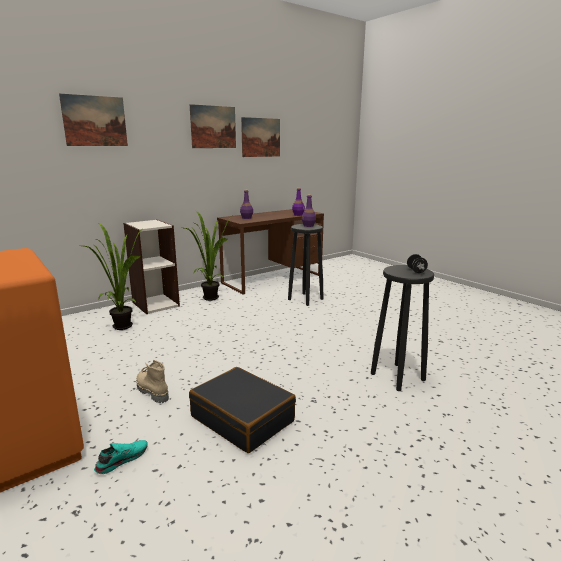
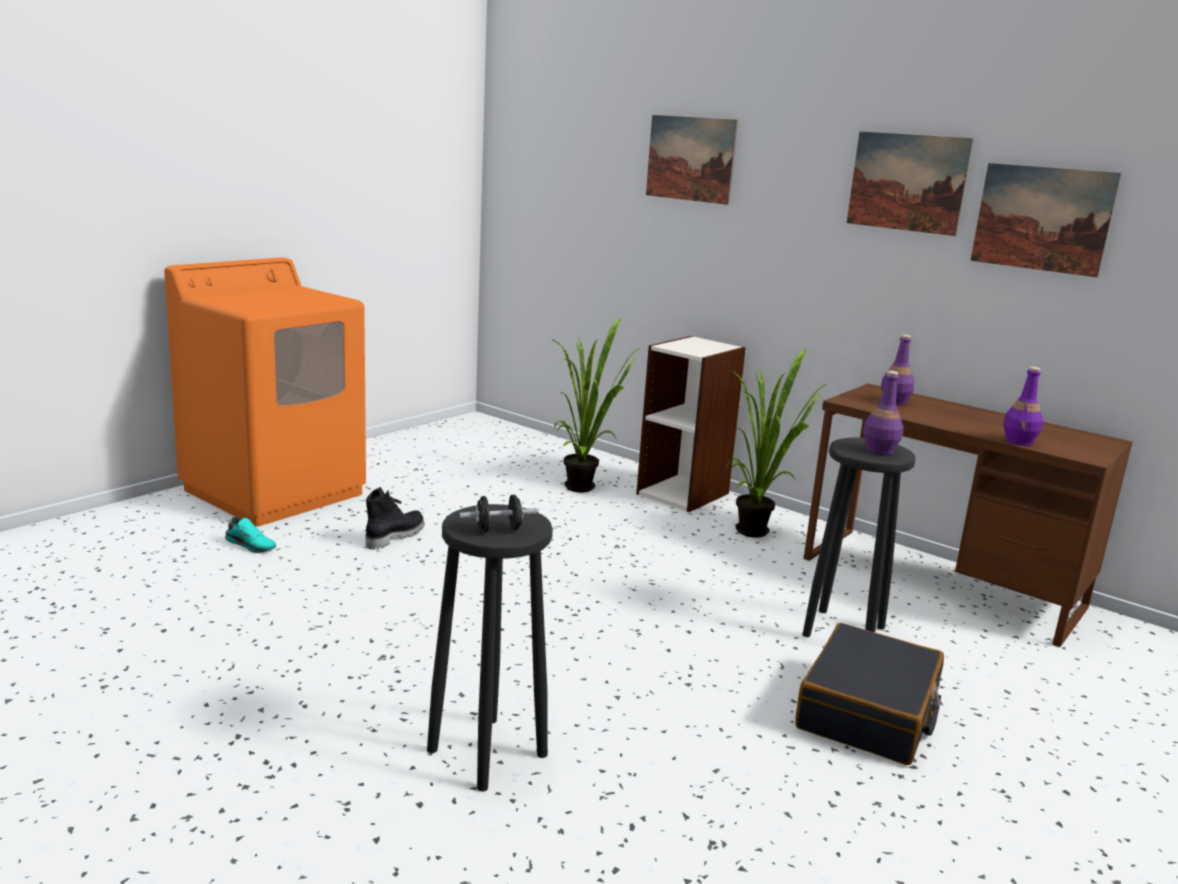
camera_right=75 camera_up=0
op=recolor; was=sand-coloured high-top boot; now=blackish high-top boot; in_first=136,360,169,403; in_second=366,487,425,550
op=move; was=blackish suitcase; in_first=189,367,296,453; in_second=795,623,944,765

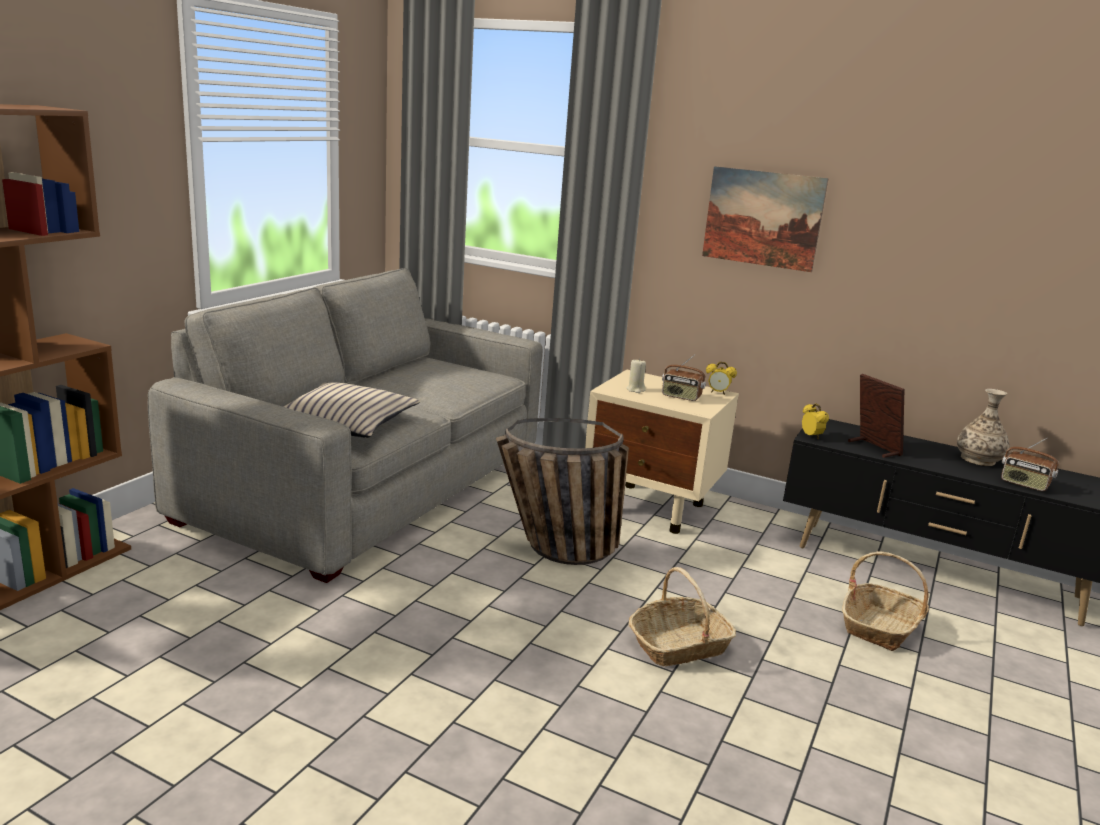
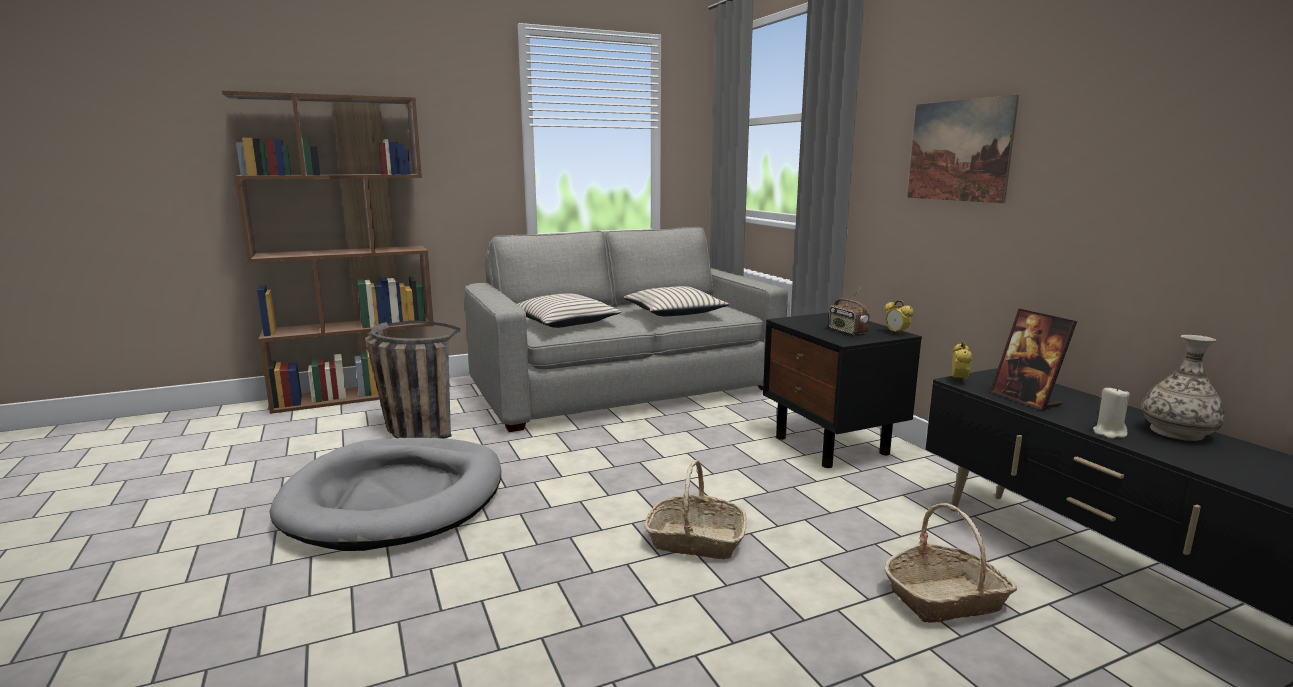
camera_right=40 camera_up=-5
op=move; was=sand-coloured wax light; in_first=627,358,646,393; in_second=1093,386,1130,439
op=recolor; was=sand-coloured night table; now=blackish night table; in_first=585,369,739,534; in_second=763,313,922,468
op=rotate; was=picture frame; in_first=848,374,904,458; in_second=990,309,1077,410; clockwise=150
op=move; was=household basket; in_first=496,418,629,565; in_second=365,321,460,439
op=delete; was=radio receiver; in_first=1001,437,1059,491
op=insert; now=sand-coloured cushion; in_second=624,286,730,316
op=insert; now=greyish dog bed; in_second=270,438,501,551

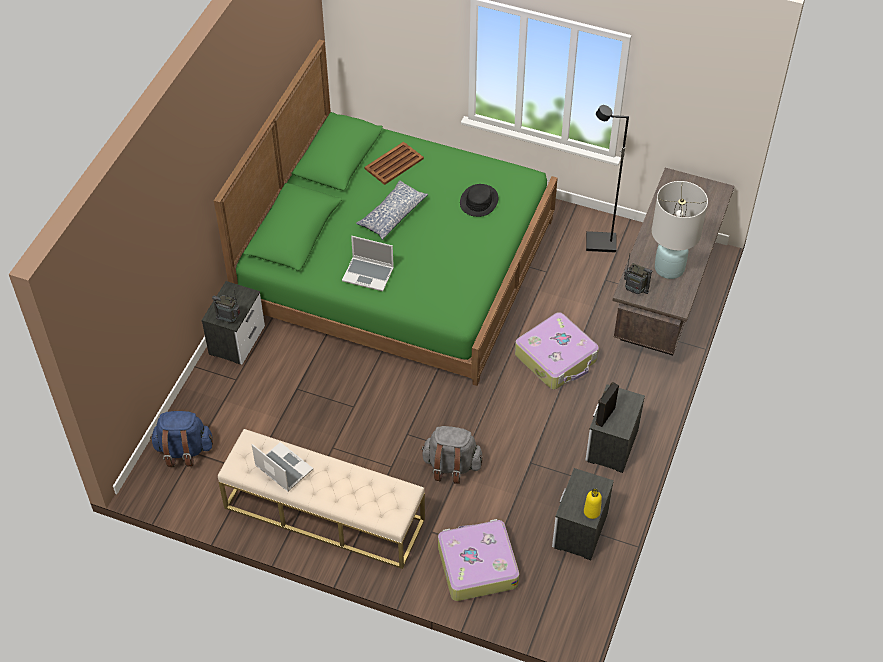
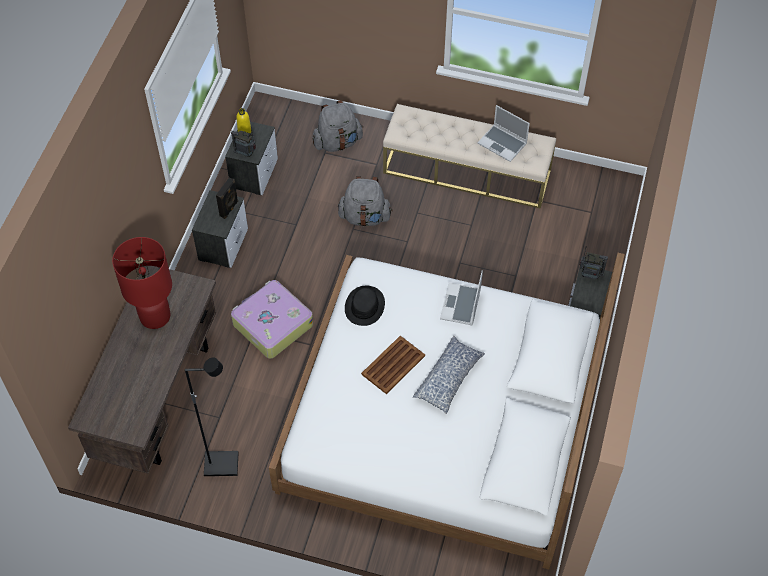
camera_right=175 camera_up=5
op=recolor; was=green bedroom bed; now=white bedroom bed; in_first=214,39,558,386; in_second=269,253,625,569
op=move; was=brownish serving tray; in_first=365,142,424,185; in_second=361,336,425,394
op=recolor; was=white tabletop lamp; now=red tabletop lamp; in_first=651,181,708,279; in_second=112,237,172,329
op=move; was=blackish hat; in_first=460,184,498,217; in_second=345,286,385,326
op=rotate; was=notebook computer; in_first=342,236,394,291; in_second=440,270,483,326; clockwise=-90
op=move; was=radio receiver; in_first=624,254,652,294; in_second=231,127,256,157
op=delete; was=blue-coloured backpack; in_first=150,411,213,467
op=replace; was=suitcase; now=greyish backpack; in_first=438,519,519,601; in_second=312,100,363,152

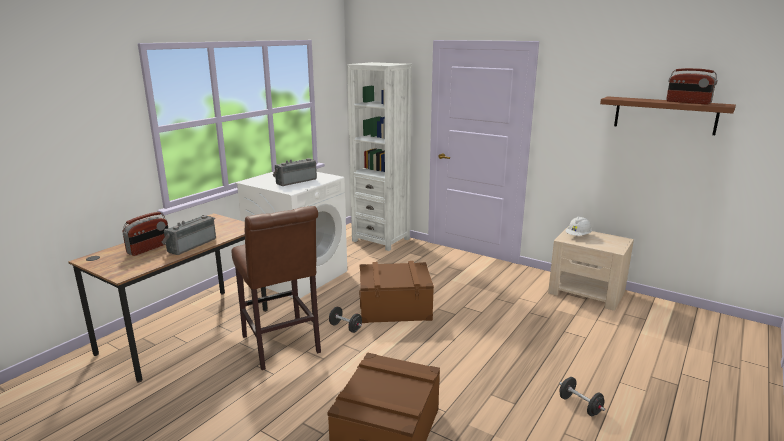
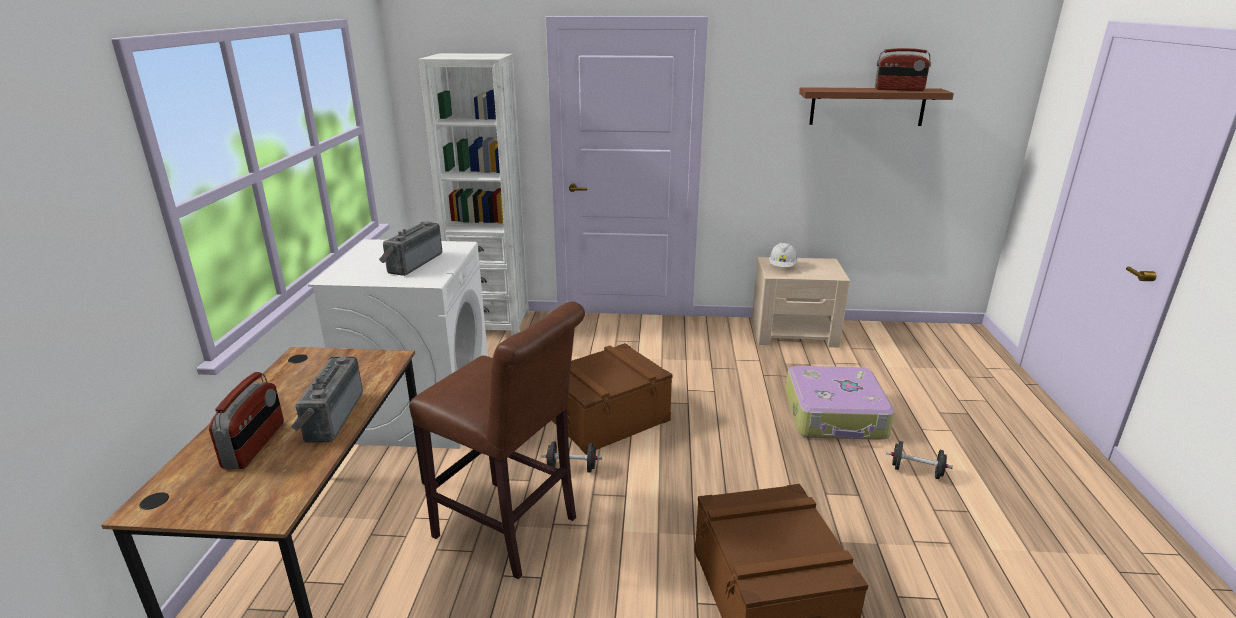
camera_right=-30 camera_up=5
op=insert; now=suitcase; in_second=785,366,895,440

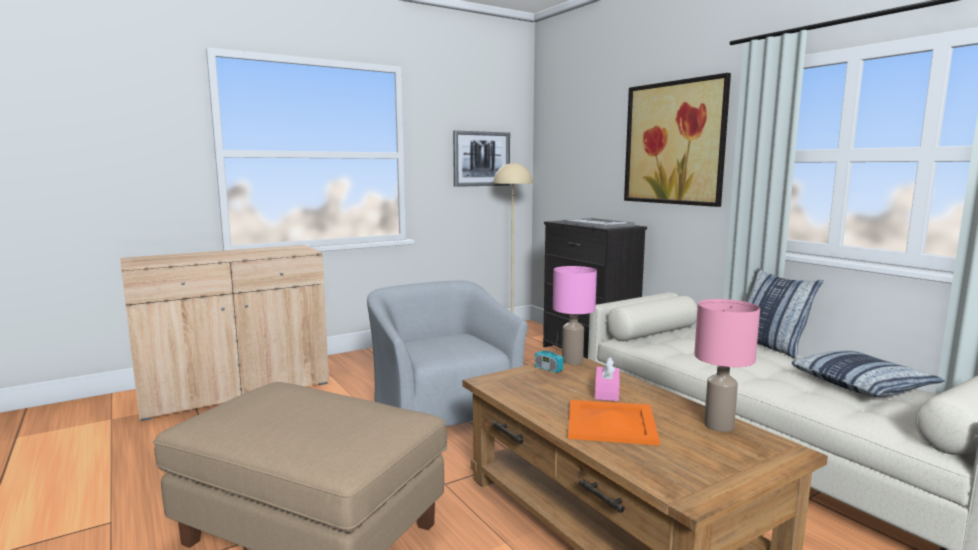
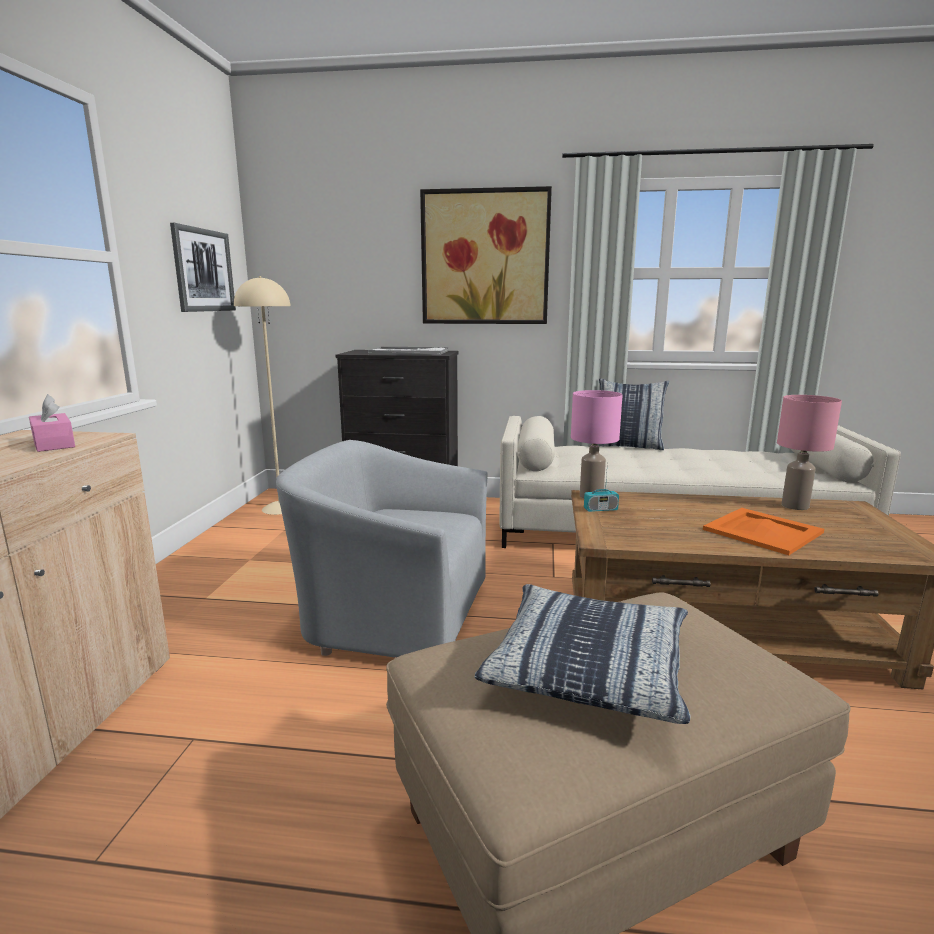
camera_right=-50 camera_up=5
op=move; was=cushion; in_first=792,350,945,397; in_second=475,584,690,724
op=move; was=pink tissue holder; in_first=595,357,620,401; in_second=29,394,75,452

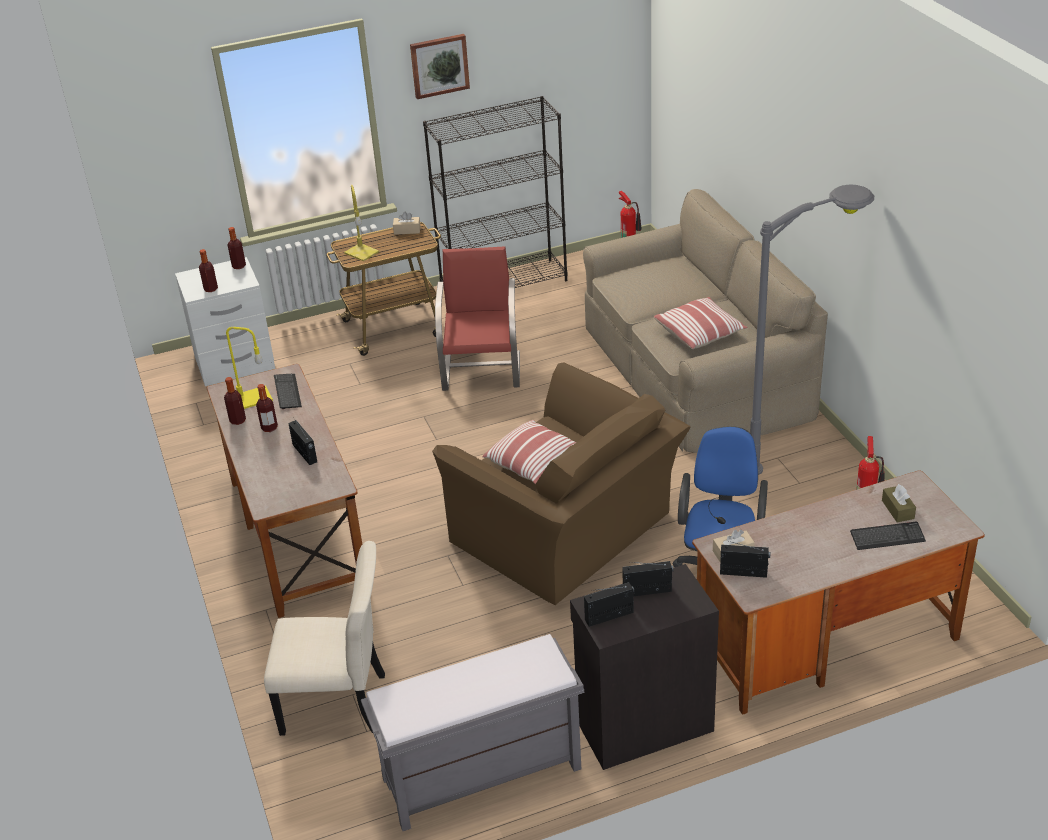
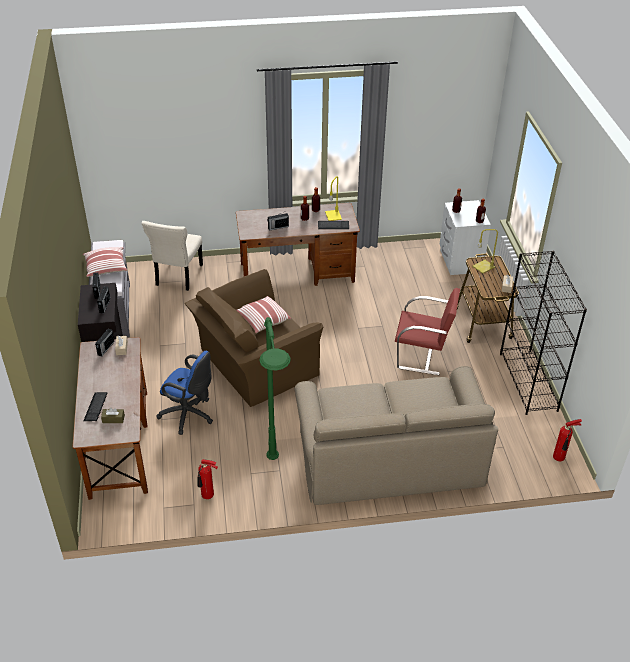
camera_right=100 camera_up=5
op=delete; was=wall art; in_first=410,34,470,99
op=recolor; was=greyish floor lamp; now=green floor lamp; in_first=750,184,874,475; in_second=259,317,291,460
op=move; was=cushion; in_first=654,297,747,349; in_second=83,247,127,277

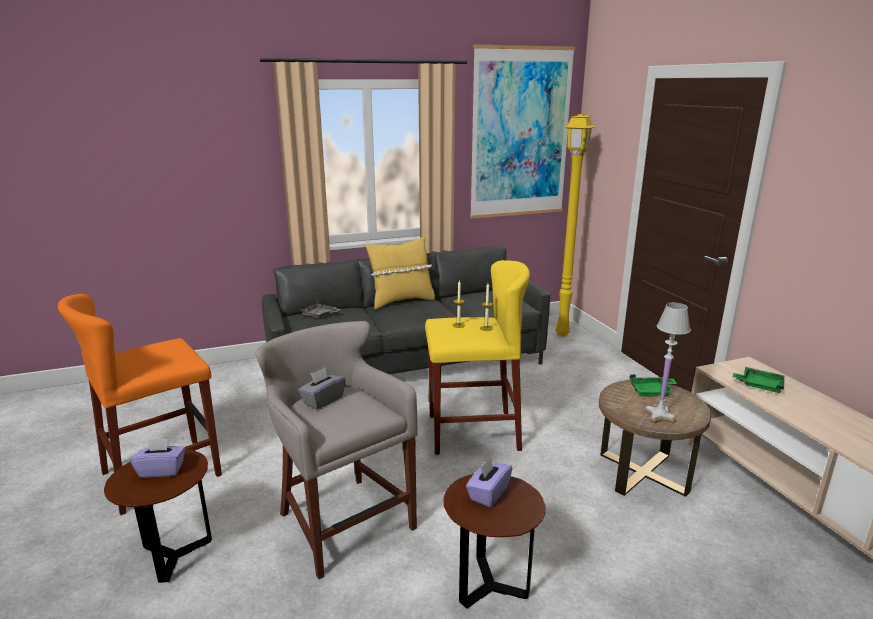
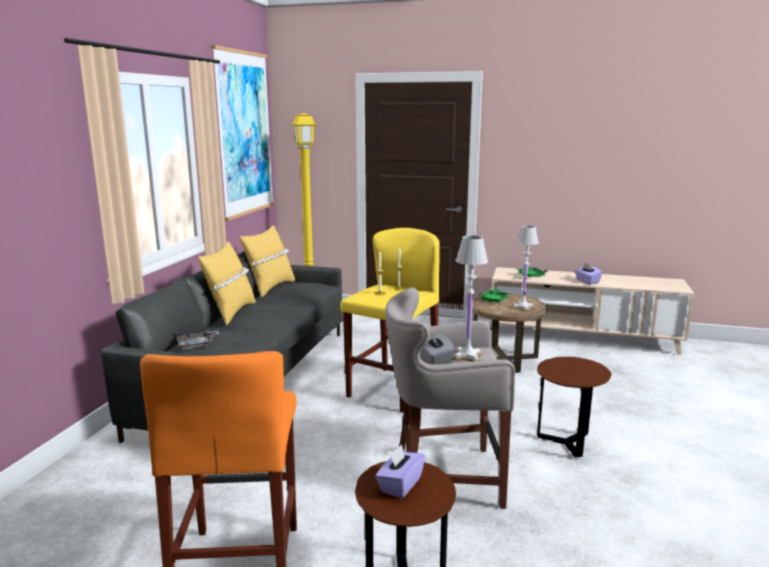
camera_right=-55 camera_up=-5
op=move; was=purplish tissue holder; in_first=466,457,512,507; in_second=575,263,603,284
op=insert; now=yellowish cushion; in_second=240,226,295,298
op=insert; now=white tabletop lamp; in_second=453,235,488,362

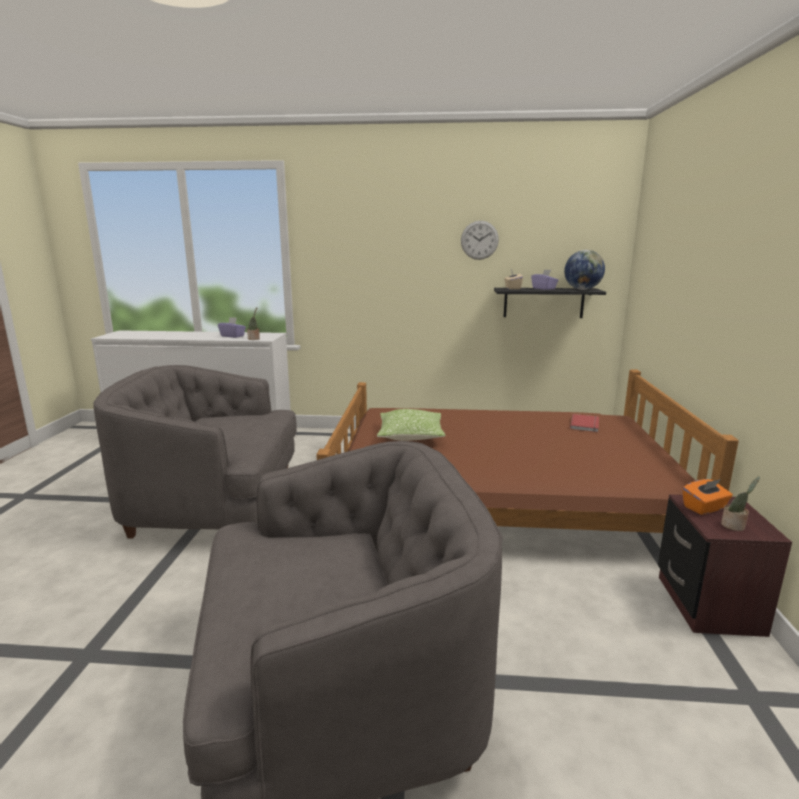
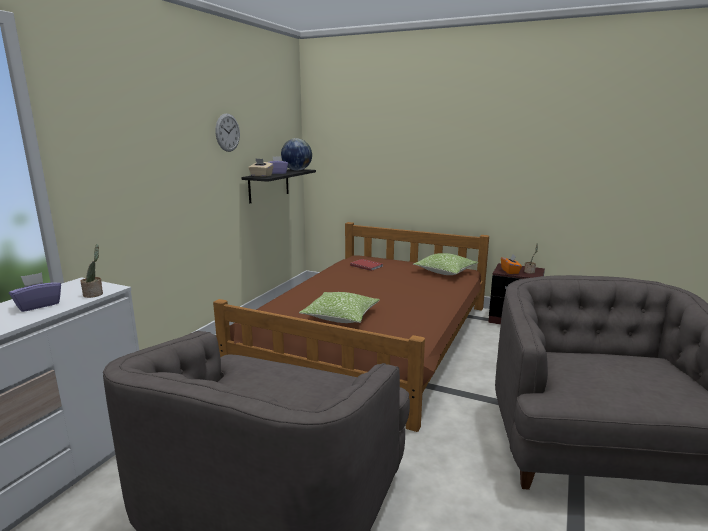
camera_right=-70 camera_up=0
op=insert; now=cushion; in_second=413,253,478,275

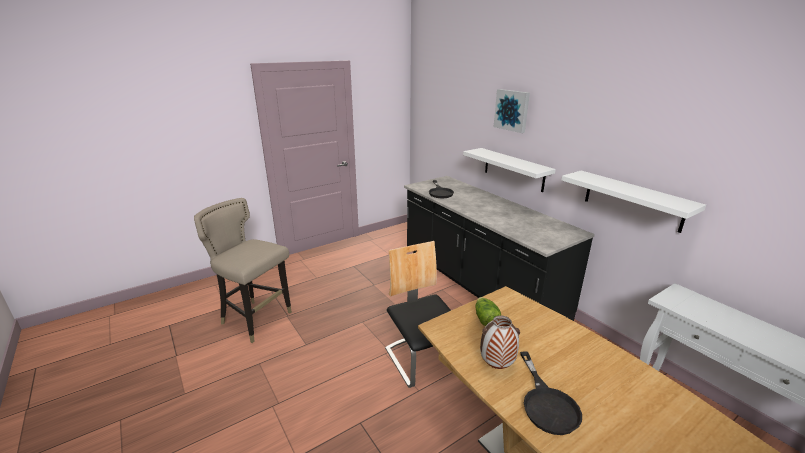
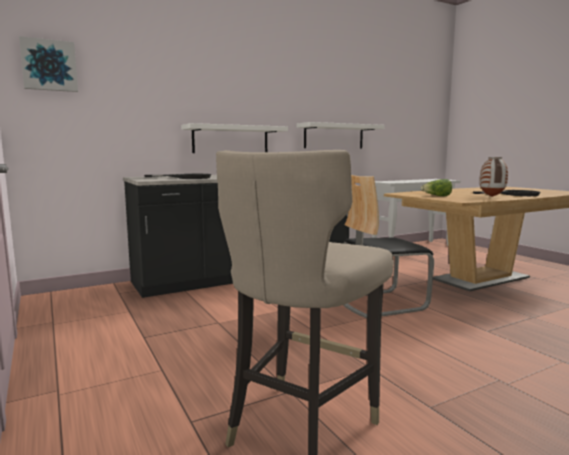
camera_right=-85 camera_up=-15
op=move; was=wall art; in_first=494,89,530,133; in_second=19,36,78,92

